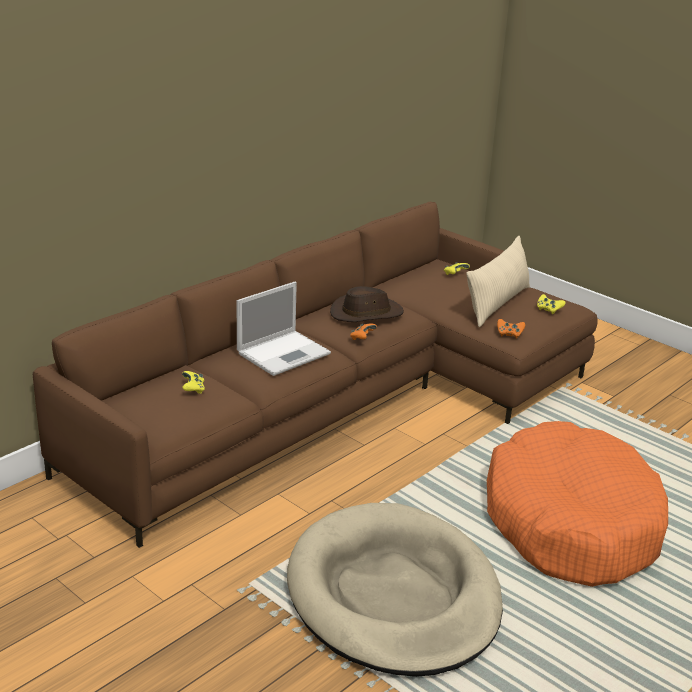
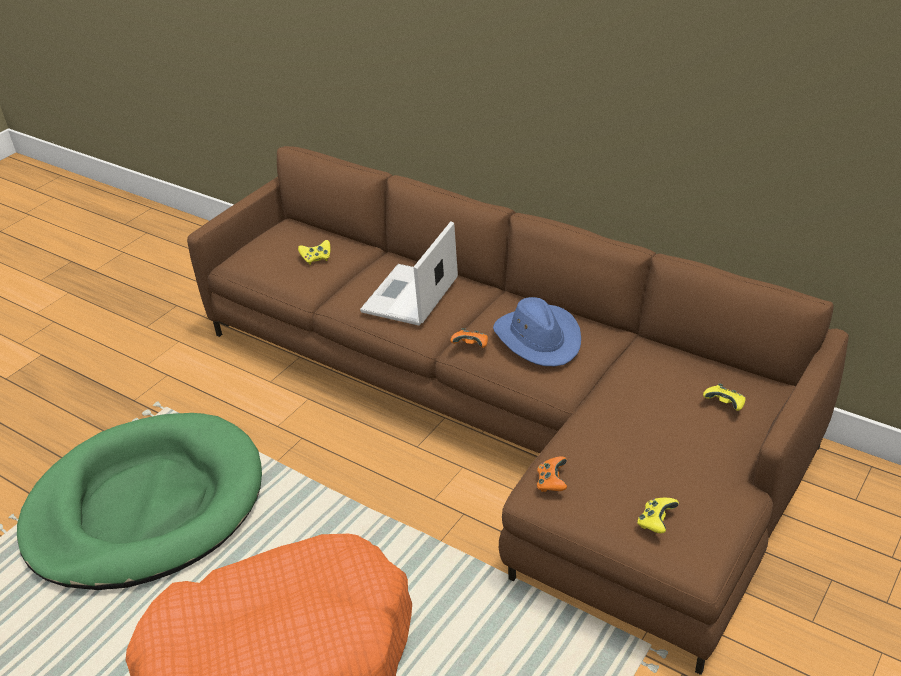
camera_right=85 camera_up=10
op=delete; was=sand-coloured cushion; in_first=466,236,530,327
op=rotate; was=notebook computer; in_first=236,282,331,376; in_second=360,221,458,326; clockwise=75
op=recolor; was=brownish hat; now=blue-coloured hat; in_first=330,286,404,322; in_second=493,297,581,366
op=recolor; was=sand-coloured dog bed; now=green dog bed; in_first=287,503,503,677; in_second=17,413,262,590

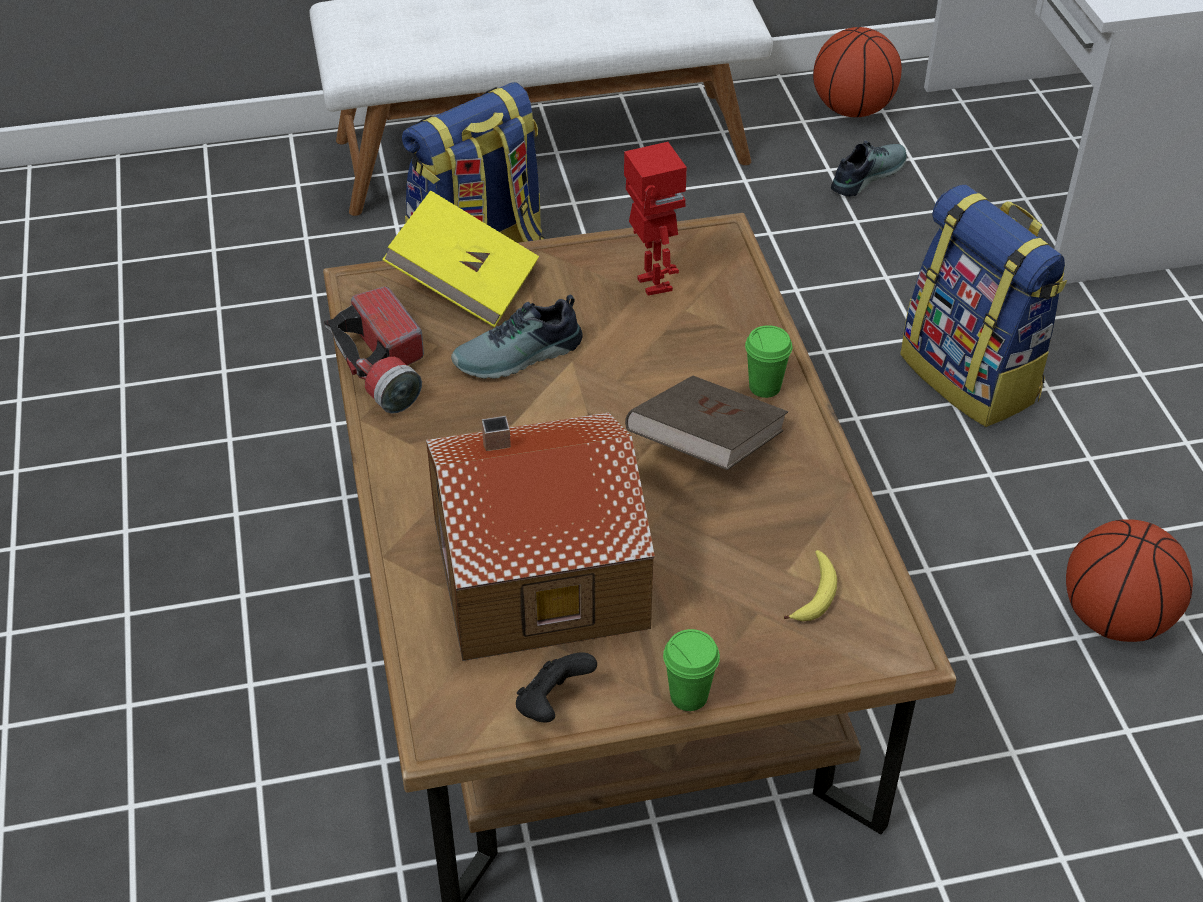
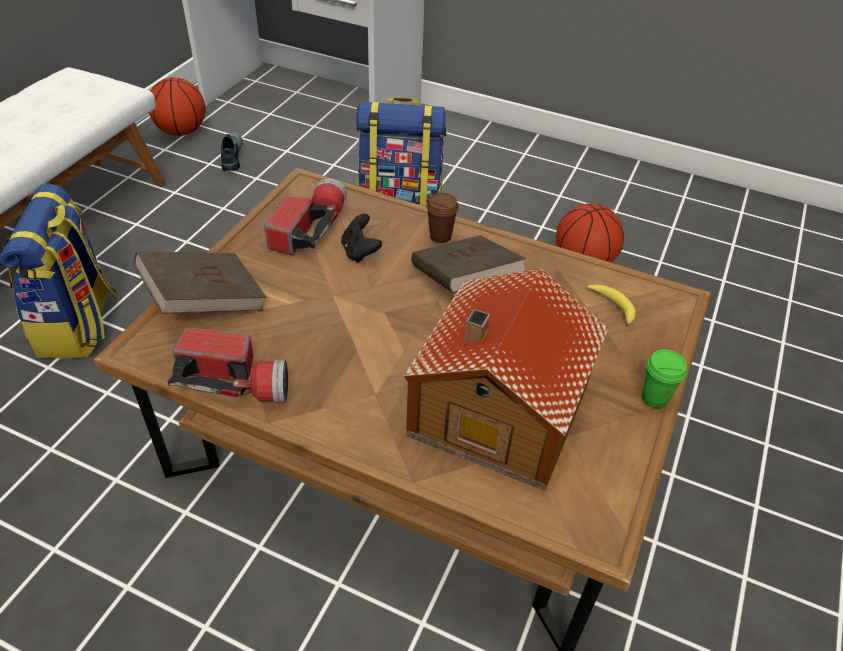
camera_right=-55 camera_up=0
op=replace; was=robot figure; now=torch; in_first=624,142,687,295; in_second=264,179,347,255
op=recolor; was=yellowish book; now=brownish book; in_first=382,191,539,327; in_second=134,251,267,314
op=delete; was=item of footwear; in_first=451,295,582,379
op=recolor; was=green drinking cup; now=brownish drinking cup; in_first=745,325,792,398; in_second=426,193,459,243
op=move; was=blackish game controller; in_first=516,652,597,723; in_second=341,214,382,263

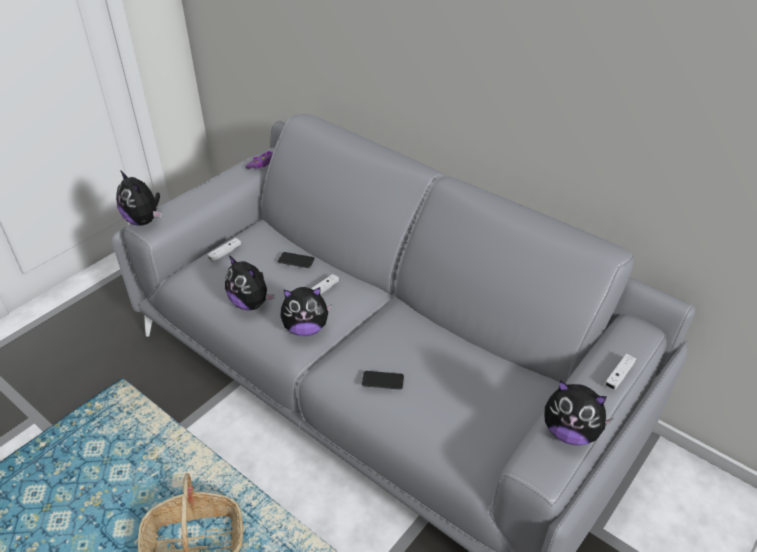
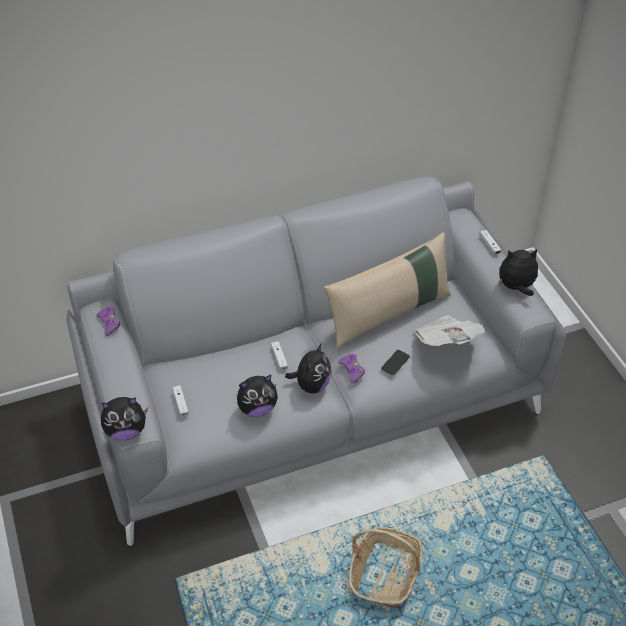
camera_right=-60 camera_up=5
op=delete; was=handset; in_first=278,252,315,268
op=rotate; was=soft toy; in_first=544,380,613,445; in_second=498,249,538,296; clockwise=-150
op=insert; now=sand-coloured cushion; in_second=324,232,451,349
op=insert; now=daily paper; in_second=414,315,486,346
op=insert; now=purplish game controller; in_second=338,354,365,384

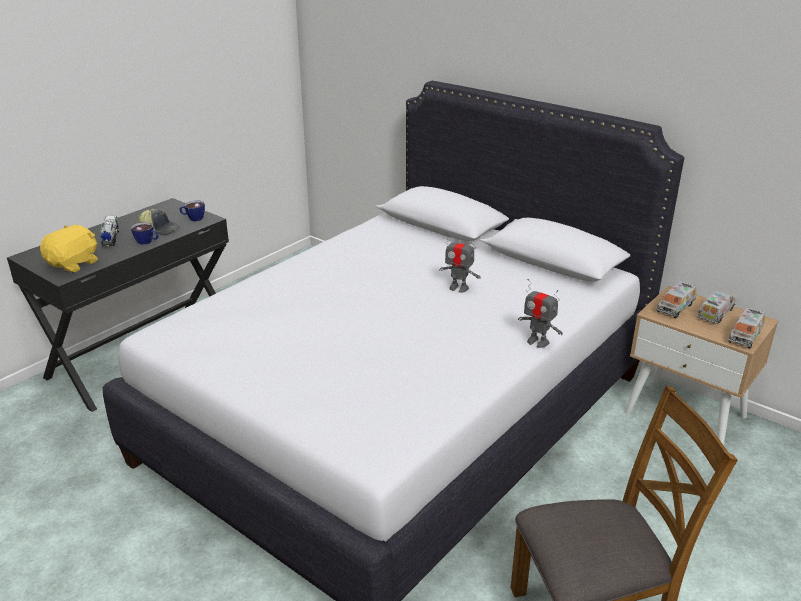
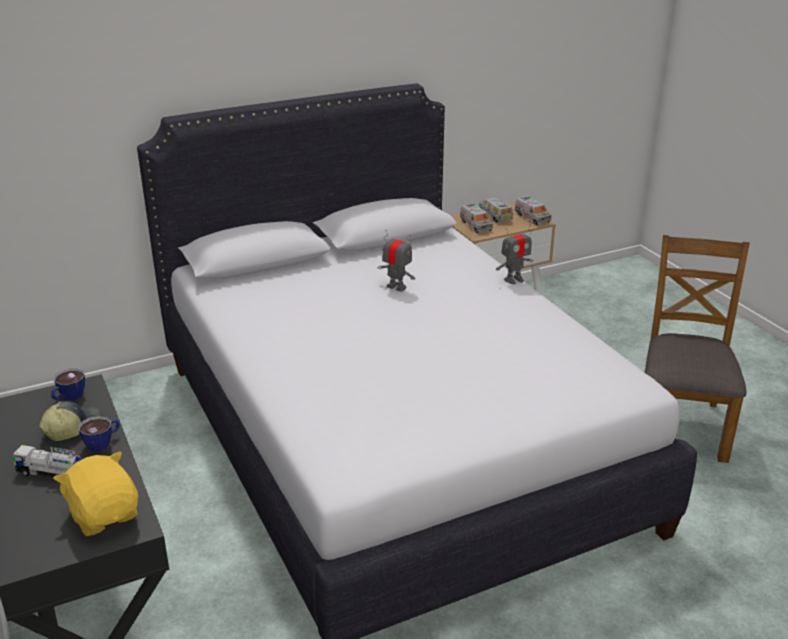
camera_right=-65 camera_up=0
op=rotate; was=robot figure; in_first=439,232,481,293; in_second=378,230,415,292; clockwise=-105

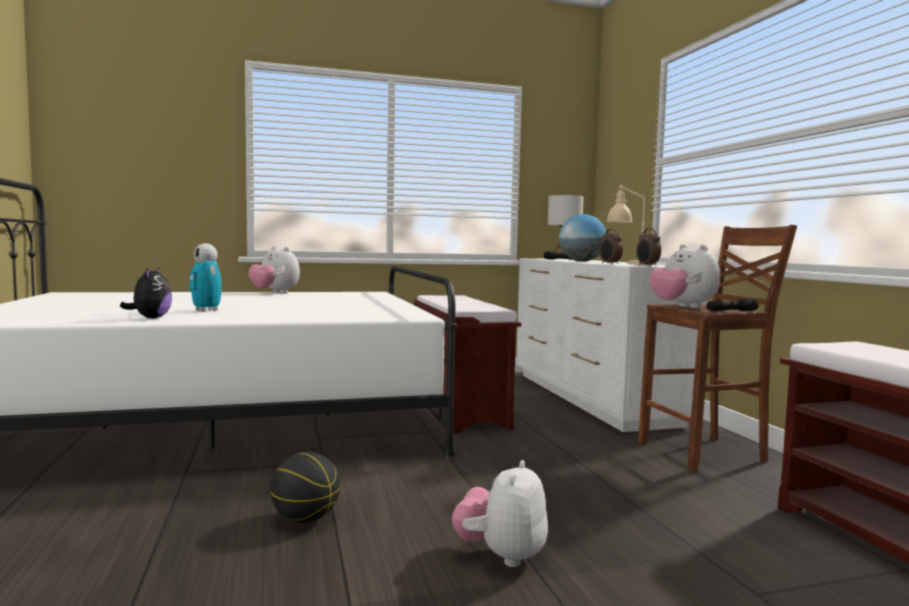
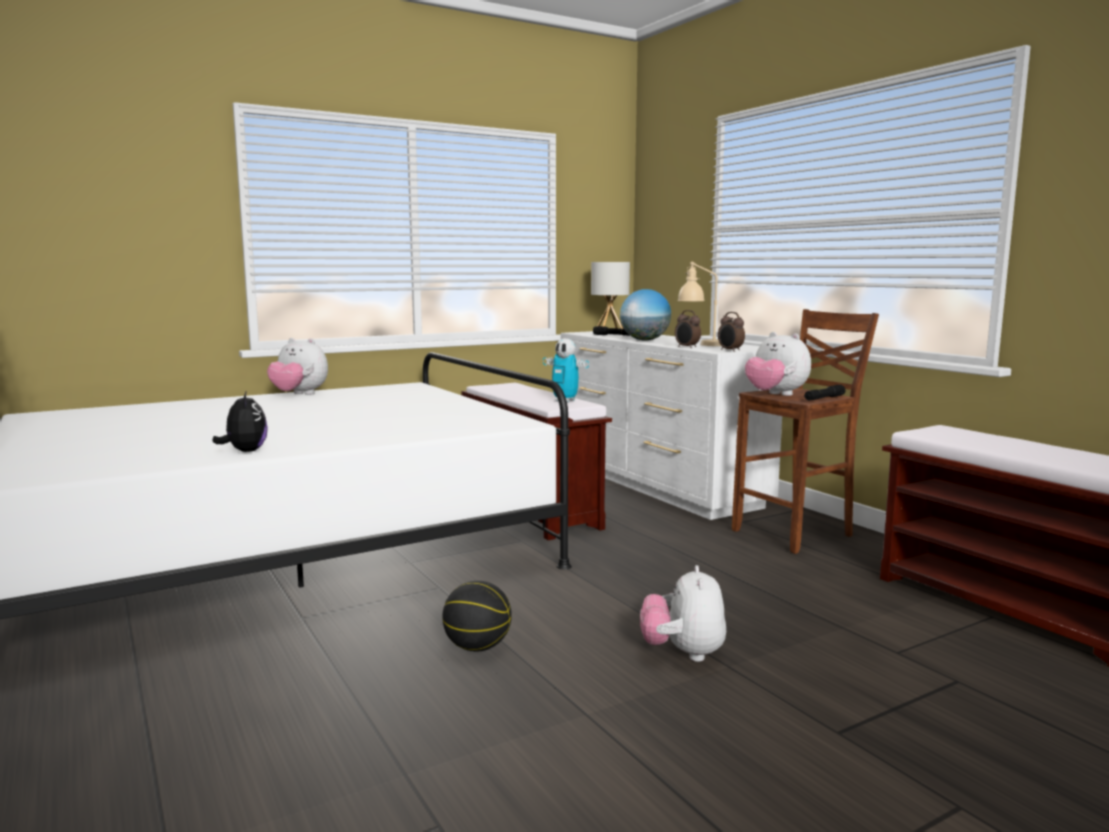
camera_right=-15 camera_up=5
op=move; was=robot figure; in_first=189,243,222,312; in_second=543,338,589,402

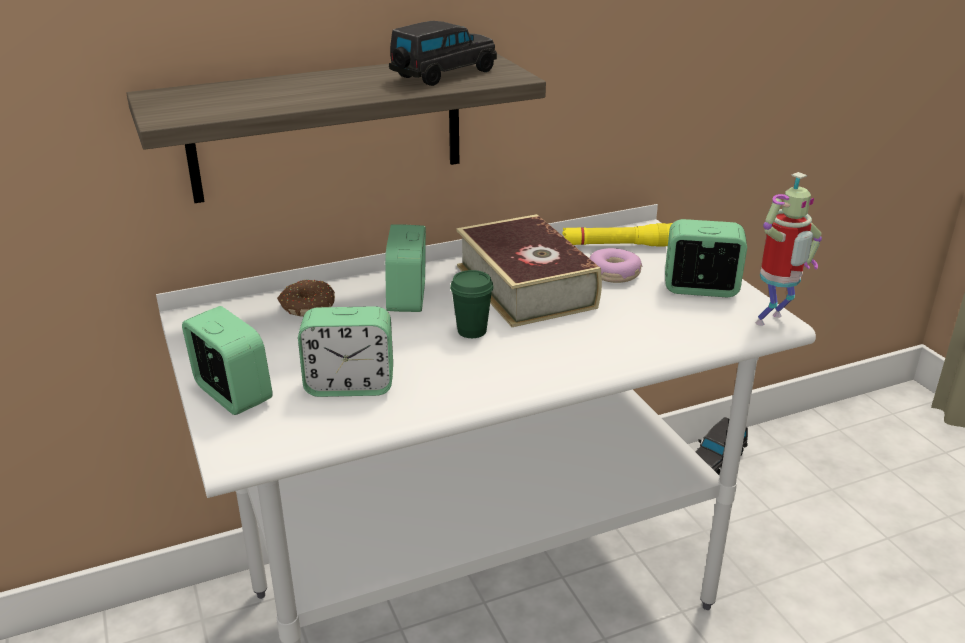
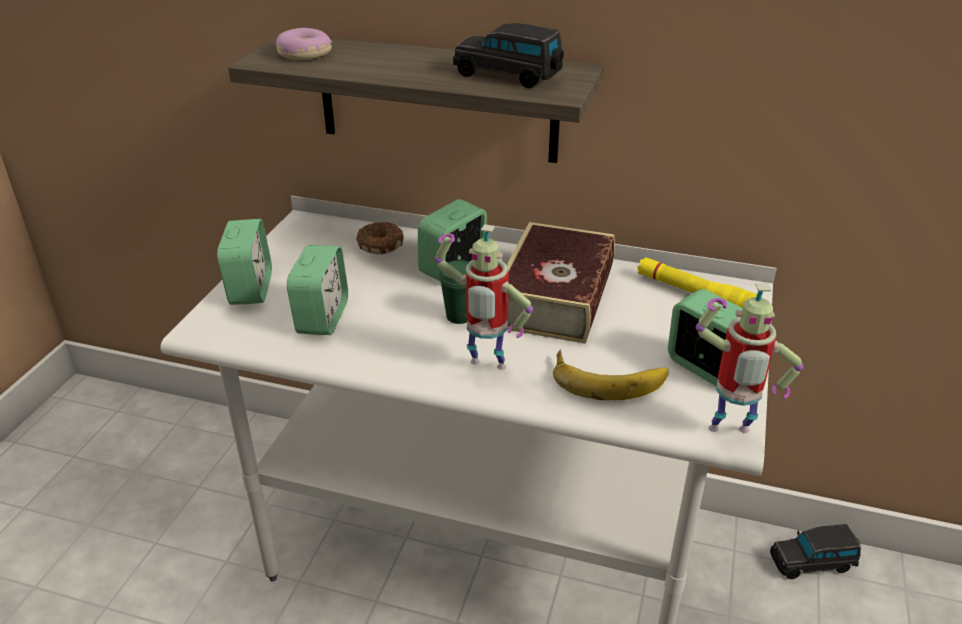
camera_right=40 camera_up=5
op=rotate; was=blackish miniature car; in_first=389,21,497,86; in_second=453,23,564,88; clockwise=-150
op=move; was=donut; in_first=589,248,643,283; in_second=276,28,332,60
op=rotate; was=table clock; in_first=298,306,393,397; in_second=287,245,348,335; clockwise=-120
op=insert; now=robot figure; in_second=435,224,533,370
op=insert; now=banana; in_second=553,349,668,400

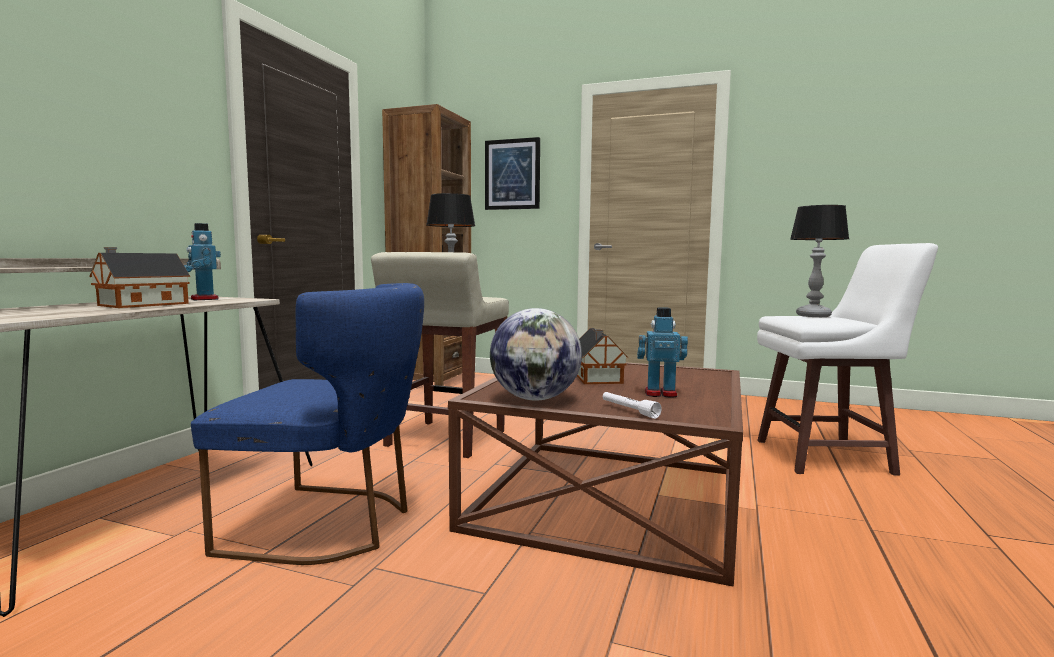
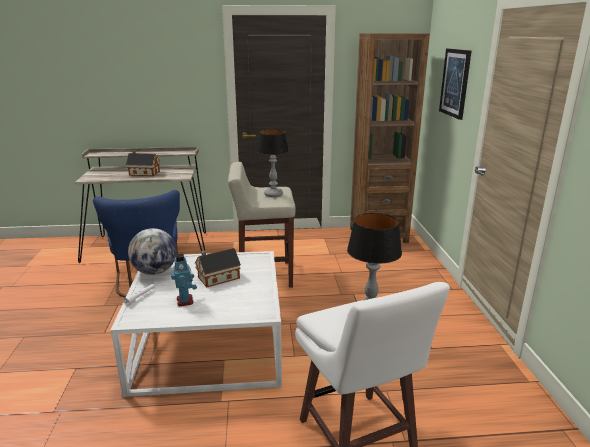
camera_right=65 camera_up=15
op=delete; was=robot figure; in_first=184,223,221,300
op=recolor; was=brownish low table; now=white low table; in_first=448,362,743,587; in_second=110,251,282,397

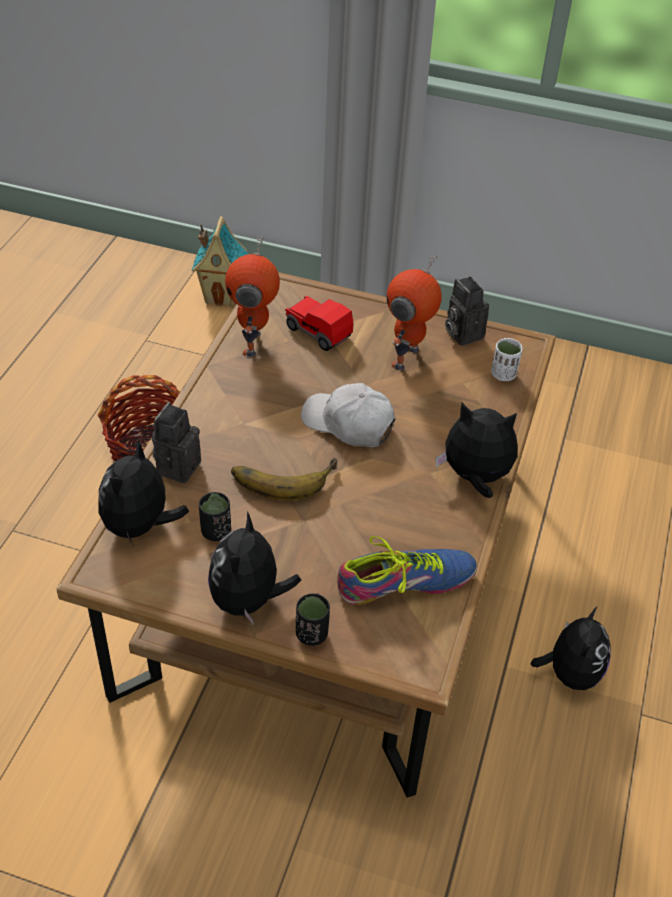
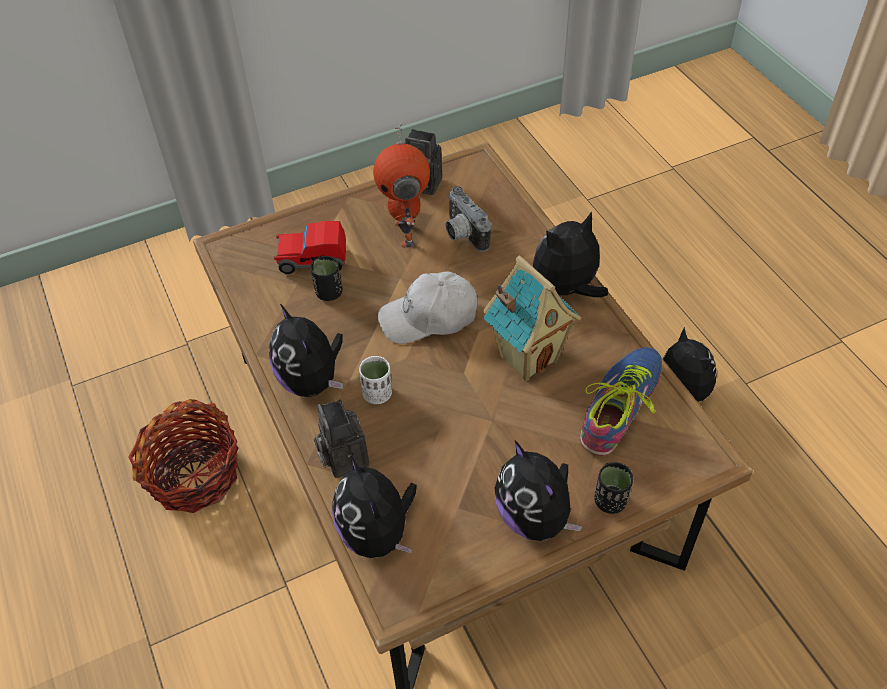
camera_right=-40 camera_up=5
op=move; was=miniature house; in_first=192,216,248,306; in_second=483,255,581,381
op=delete; was=robot figure; in_first=225,237,280,357
op=move; was=white drinking cup; in_first=491,338,522,381; in_second=359,356,392,404
op=delete; was=banana; in_first=231,458,337,500
op=move; was=blackish drinking cup; in_first=199,492,231,541; in_second=310,256,342,301
op=insert; now=still camera; in_second=445,186,491,252
op=insert; now=soft toy; in_second=269,304,343,397

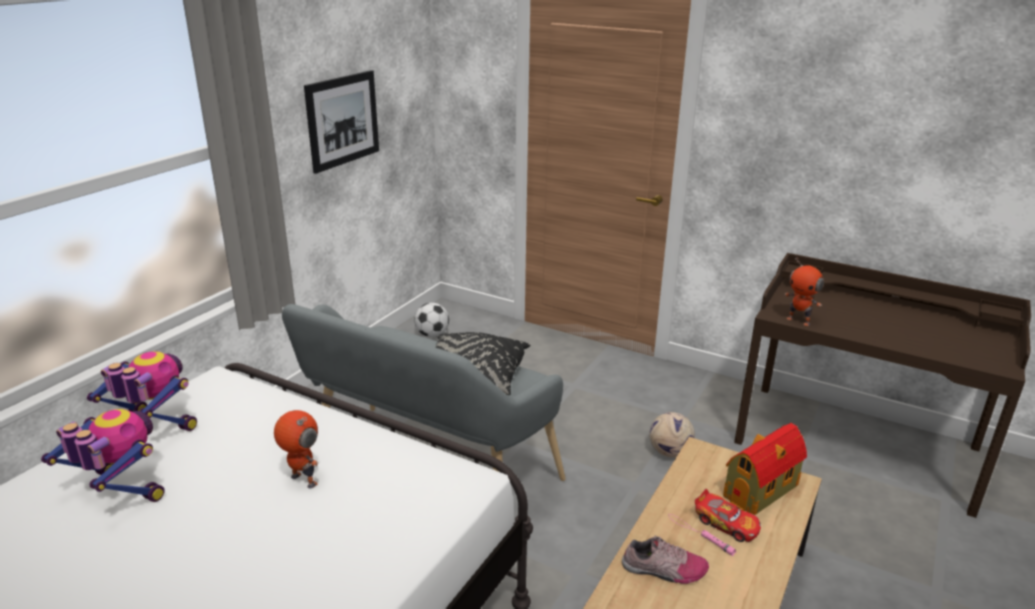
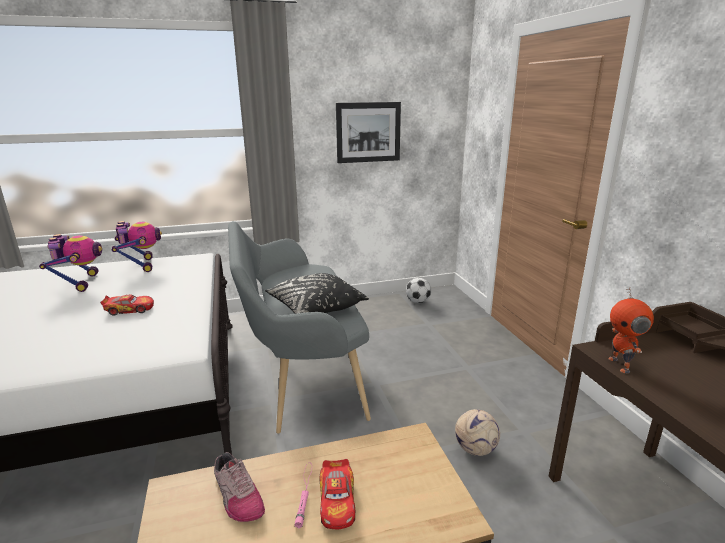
camera_right=45 camera_up=-5
op=replace; was=robot figure; now=miniature car; in_first=274,410,318,488; in_second=100,294,154,316
op=delete; was=miniature house; in_first=723,423,807,515

